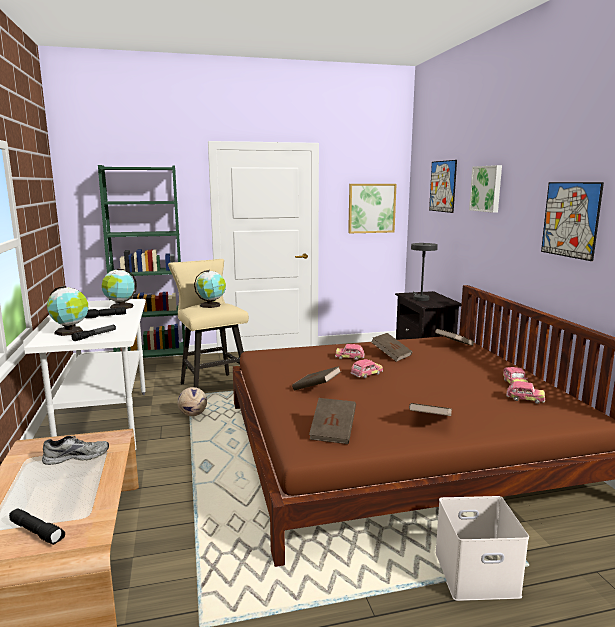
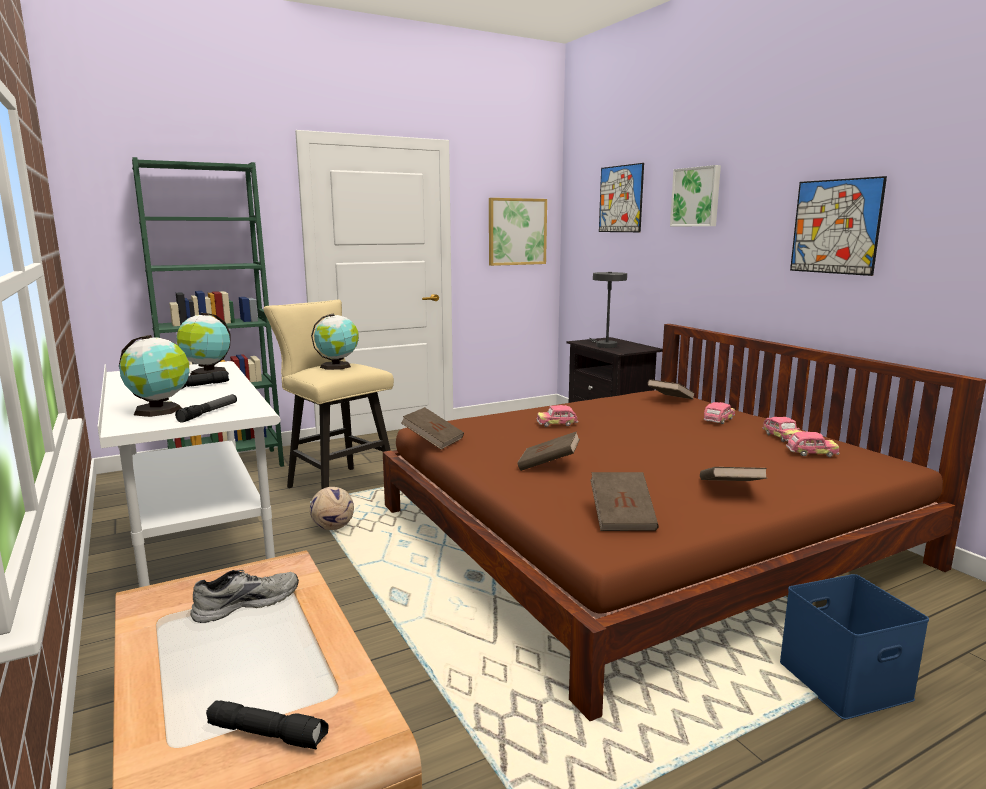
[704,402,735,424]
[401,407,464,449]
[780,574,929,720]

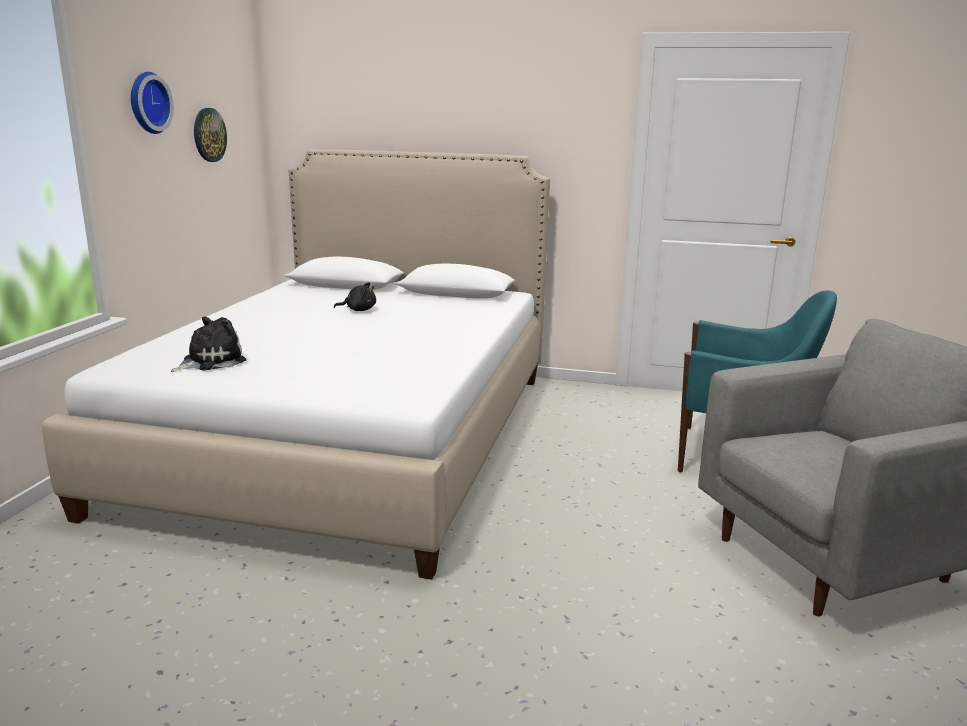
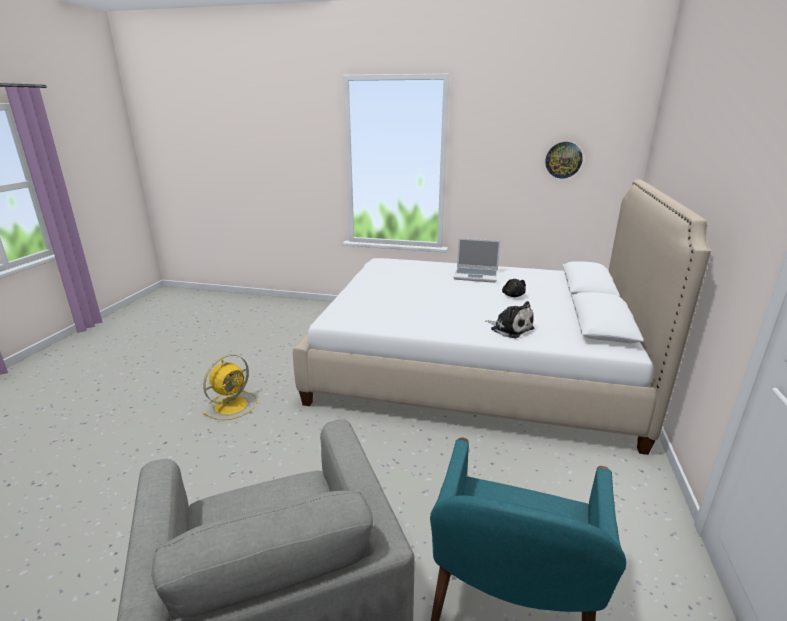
[131,72,174,134] (first image)
[485,301,534,338]
[203,354,257,420]
[453,238,500,283]

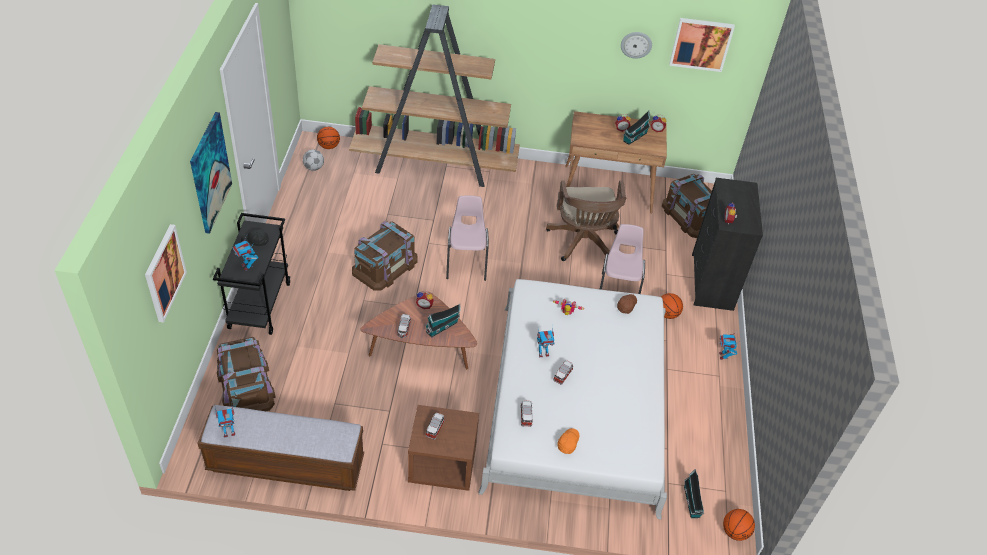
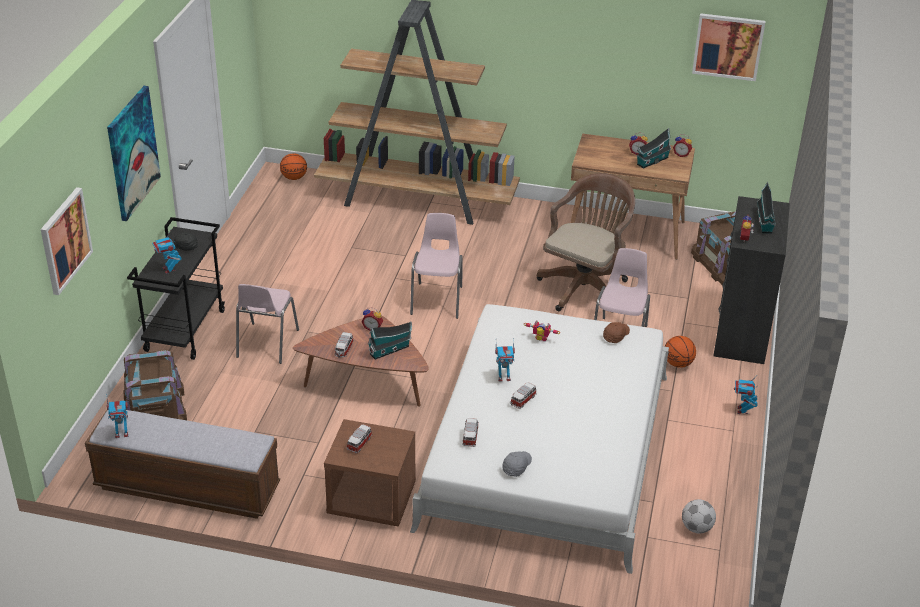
[682,499,716,534]
[352,221,418,291] (first image)
[537,173,635,311]
[503,451,532,477]
[621,32,652,59] (first image)
[757,182,776,234]
[723,509,755,541] (first image)
[236,284,299,364]

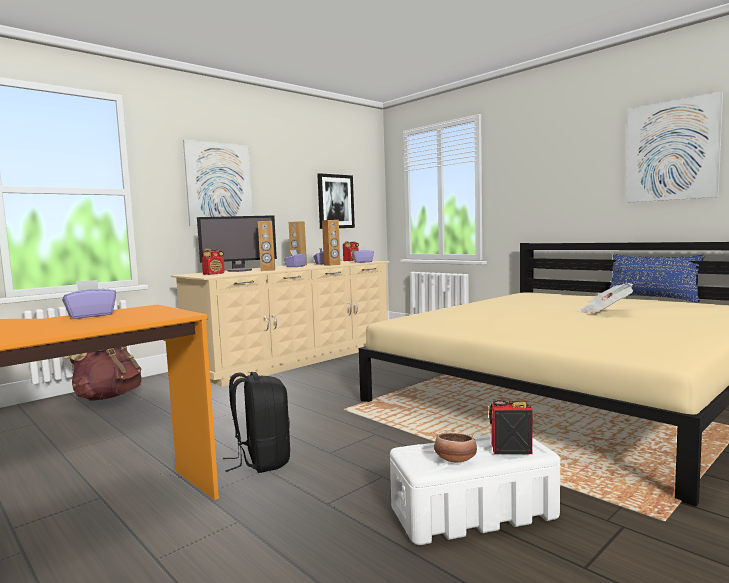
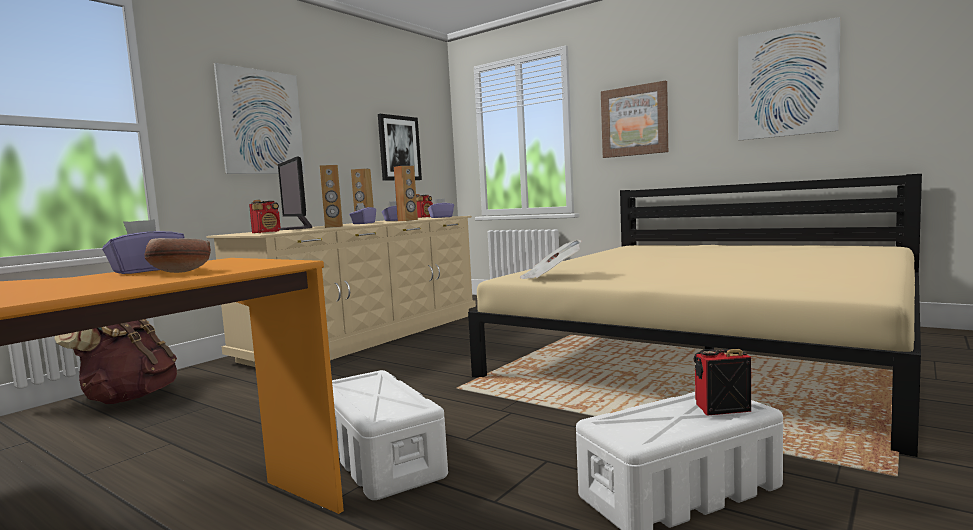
[278,156,312,230]
[332,370,448,500]
[144,238,211,273]
[520,240,582,279]
[609,254,704,302] (first image)
[601,81,668,158]

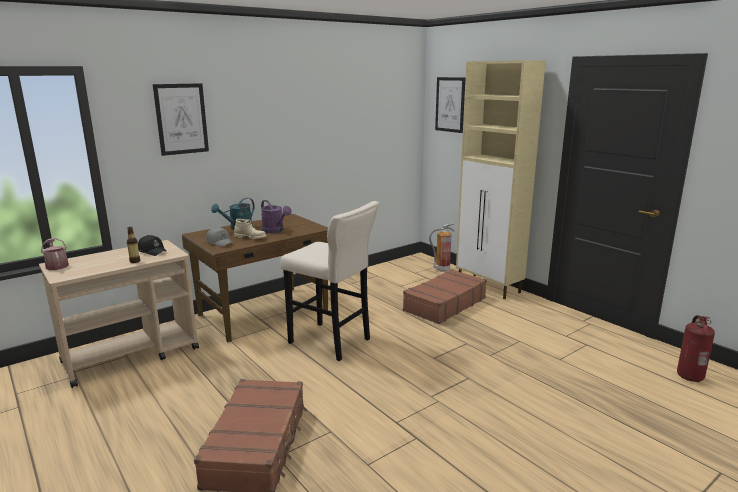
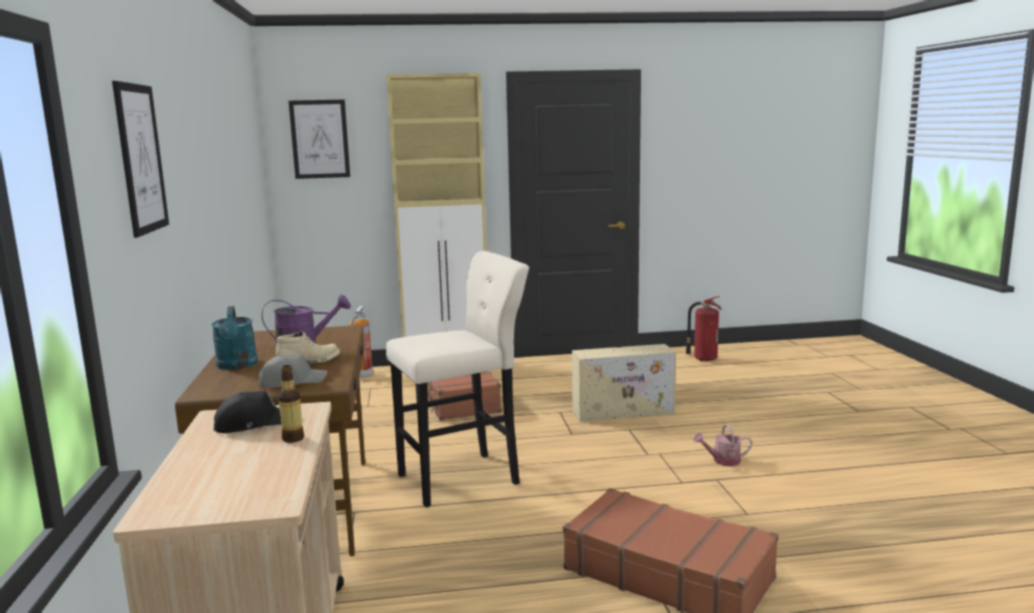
[694,424,752,466]
[572,344,676,422]

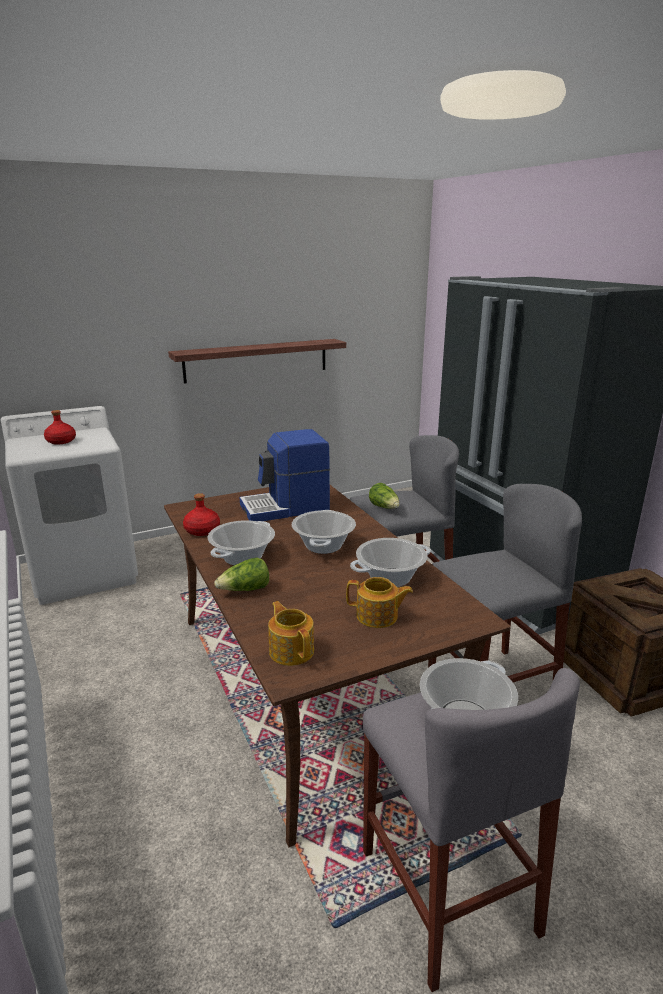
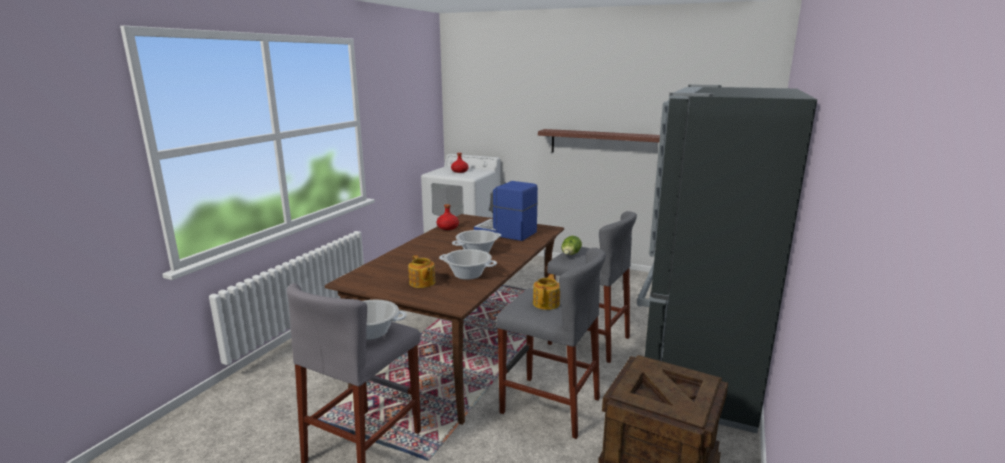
[208,520,275,565] (first image)
[214,558,269,591] (first image)
[533,274,560,310]

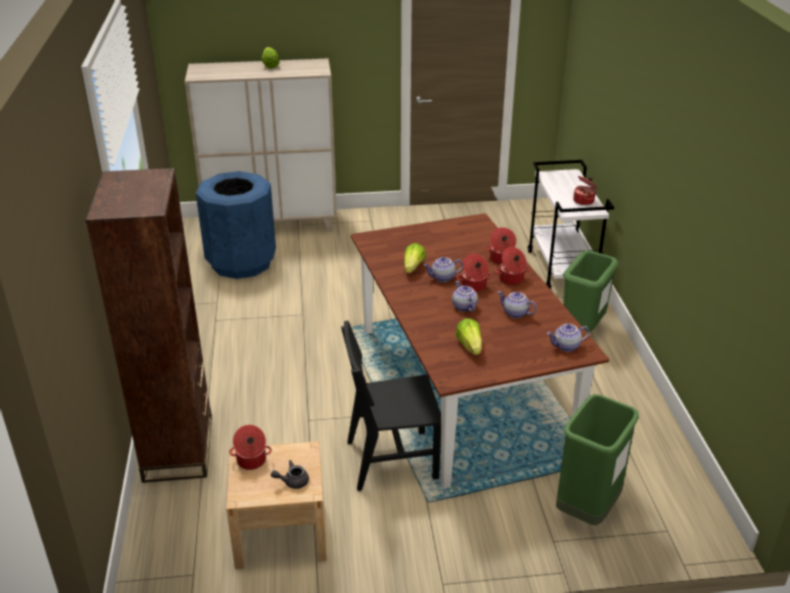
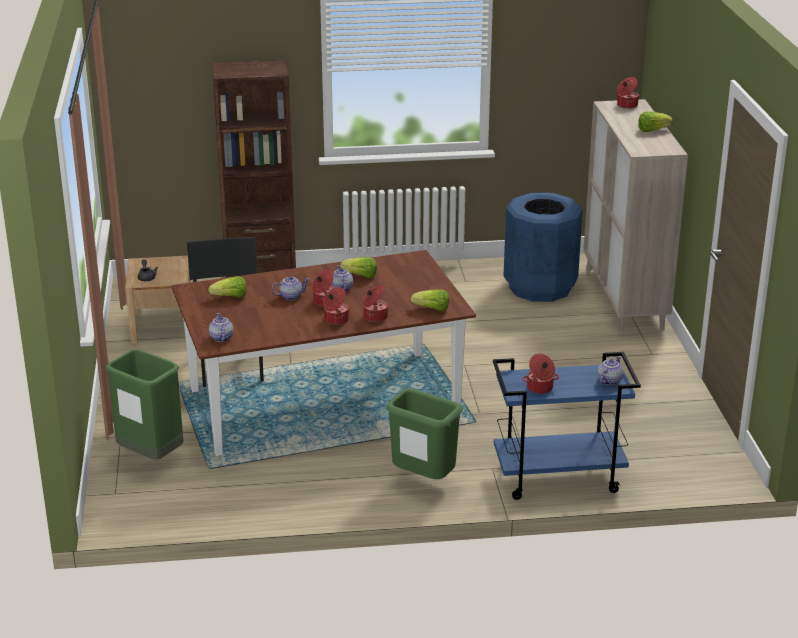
[617,77,639,109]
[597,356,623,385]
[493,352,641,500]
[411,289,449,311]

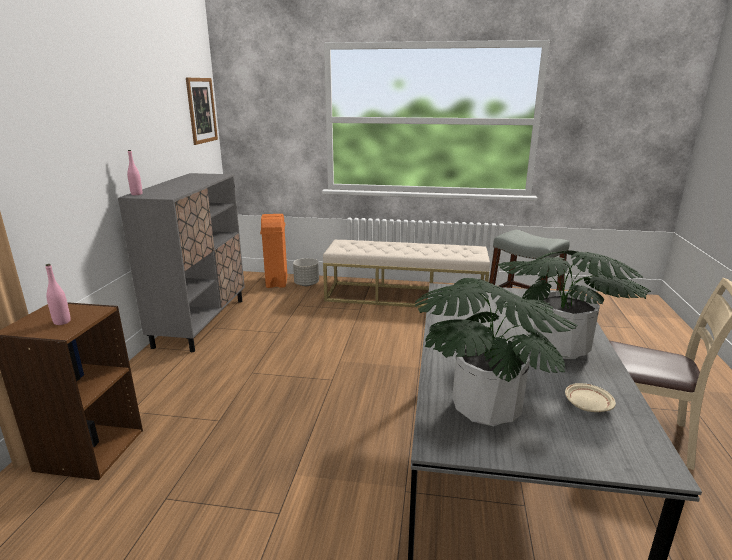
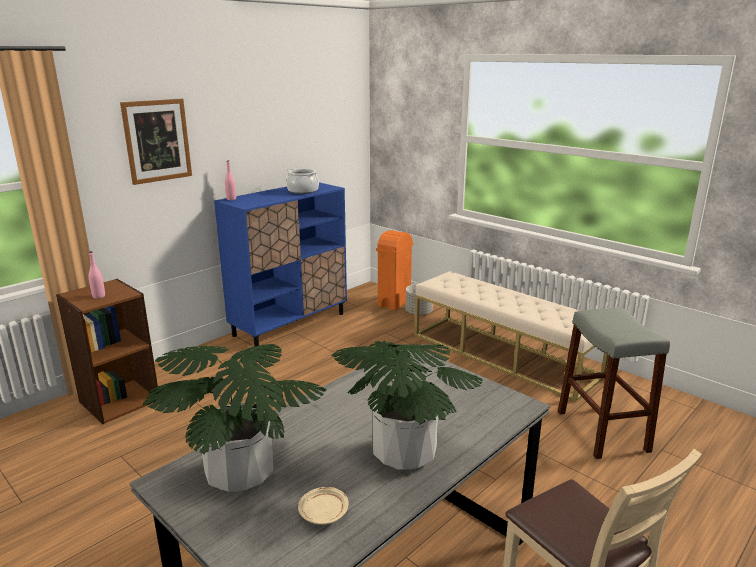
[214,182,347,346]
[120,99,192,185]
[286,169,319,194]

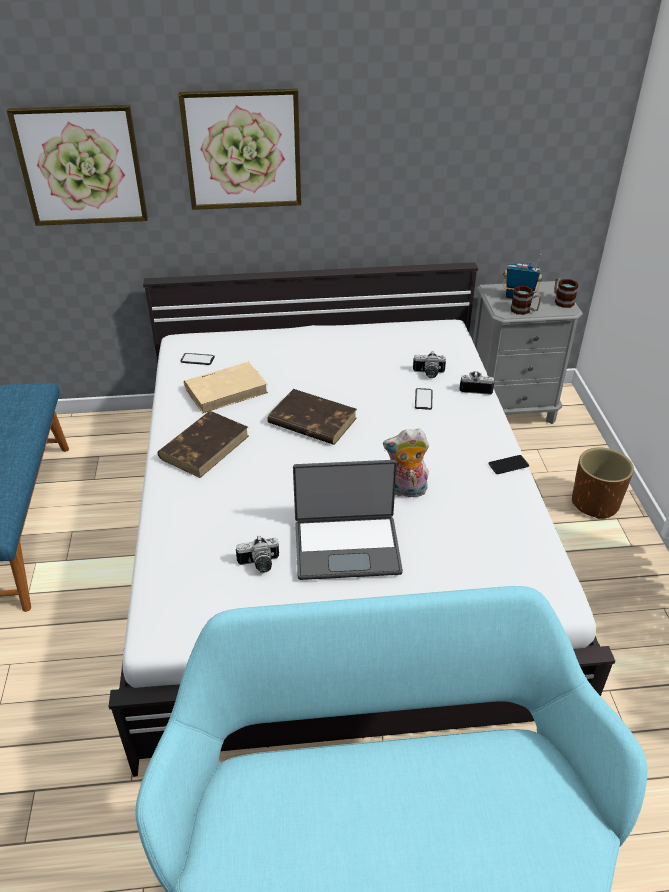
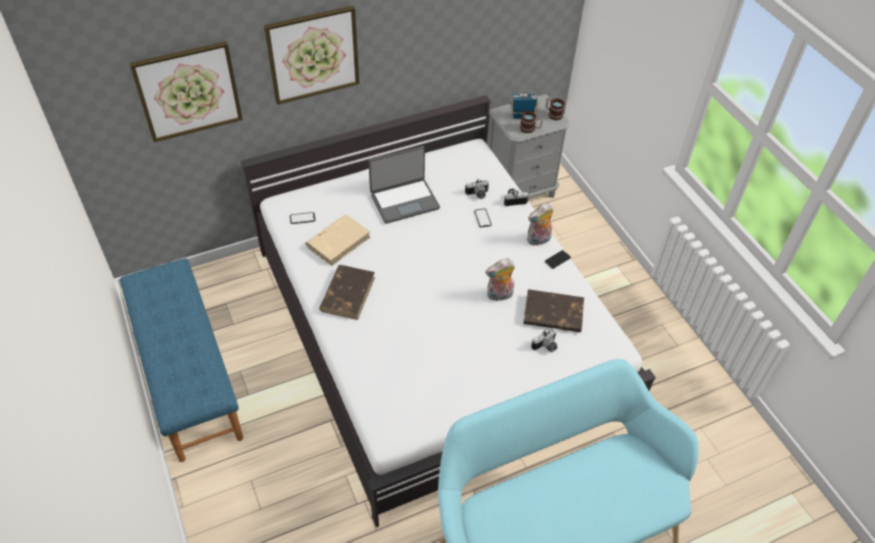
[531,328,558,352]
[523,289,584,332]
[368,146,440,224]
[572,448,634,520] (first image)
[527,202,553,246]

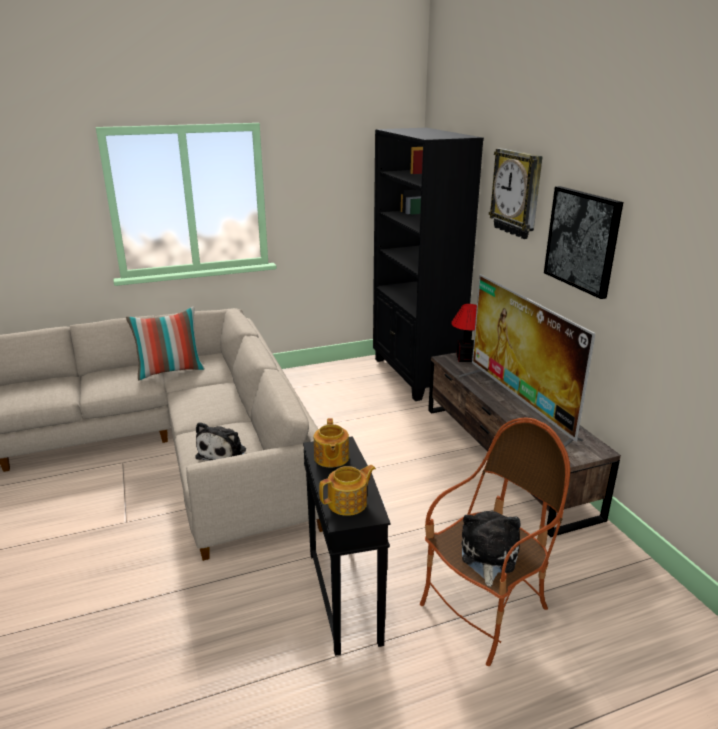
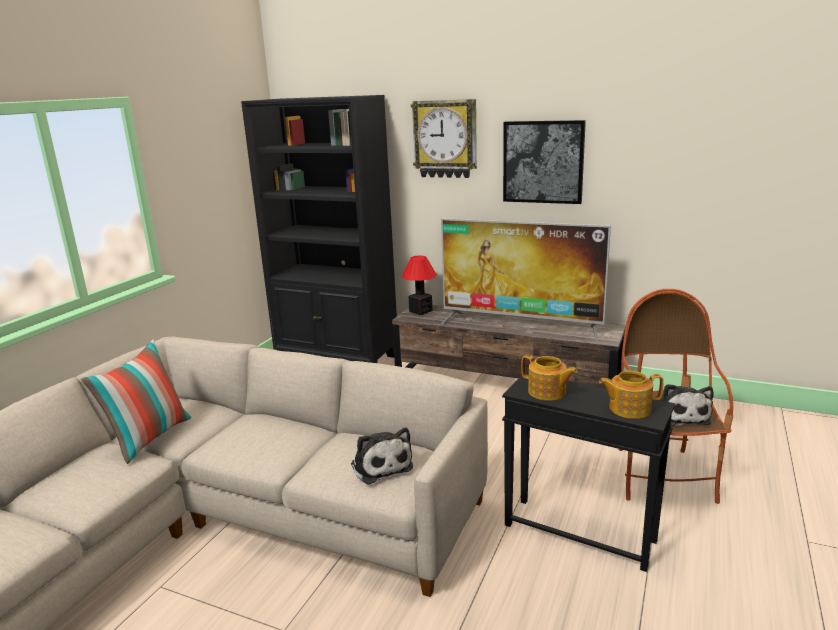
[599,371,664,419]
[660,384,714,426]

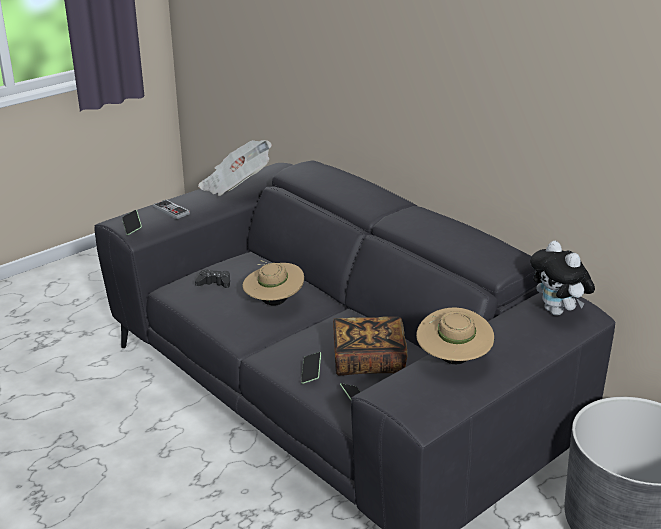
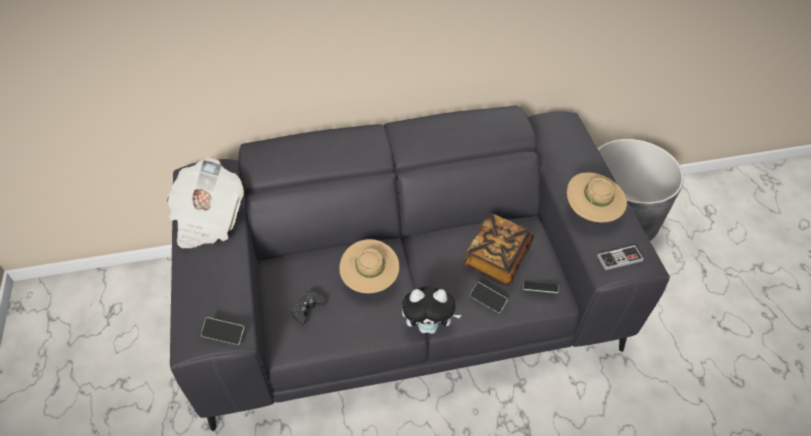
[597,245,644,270]
[402,286,461,334]

